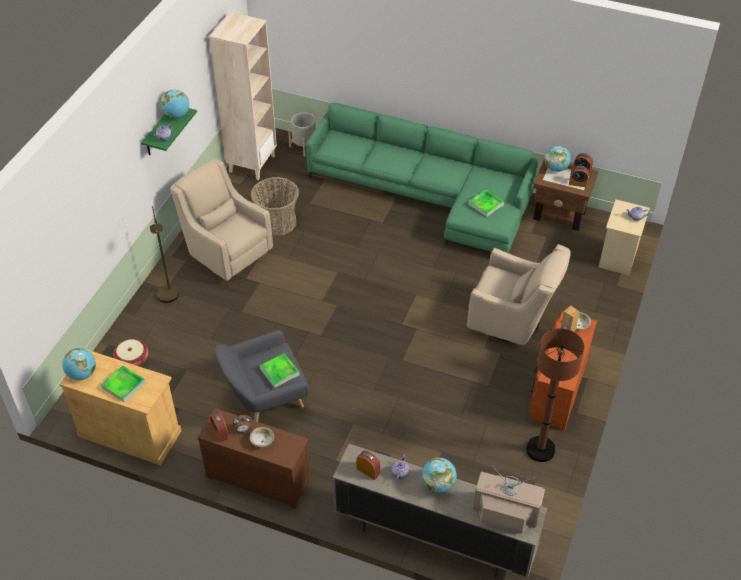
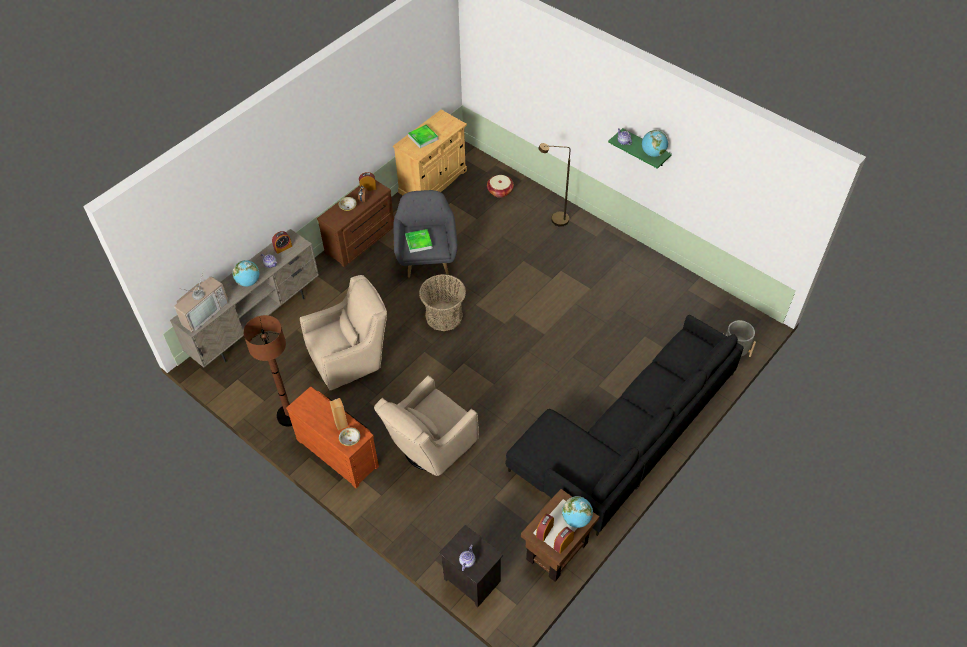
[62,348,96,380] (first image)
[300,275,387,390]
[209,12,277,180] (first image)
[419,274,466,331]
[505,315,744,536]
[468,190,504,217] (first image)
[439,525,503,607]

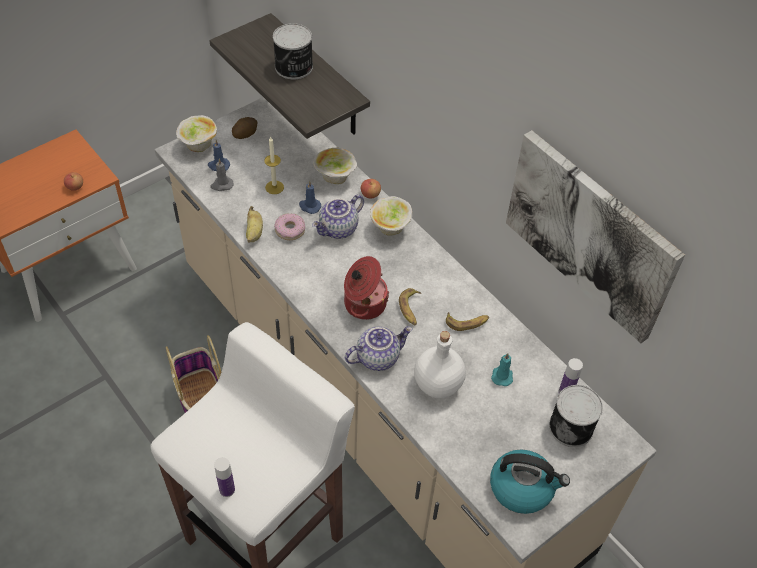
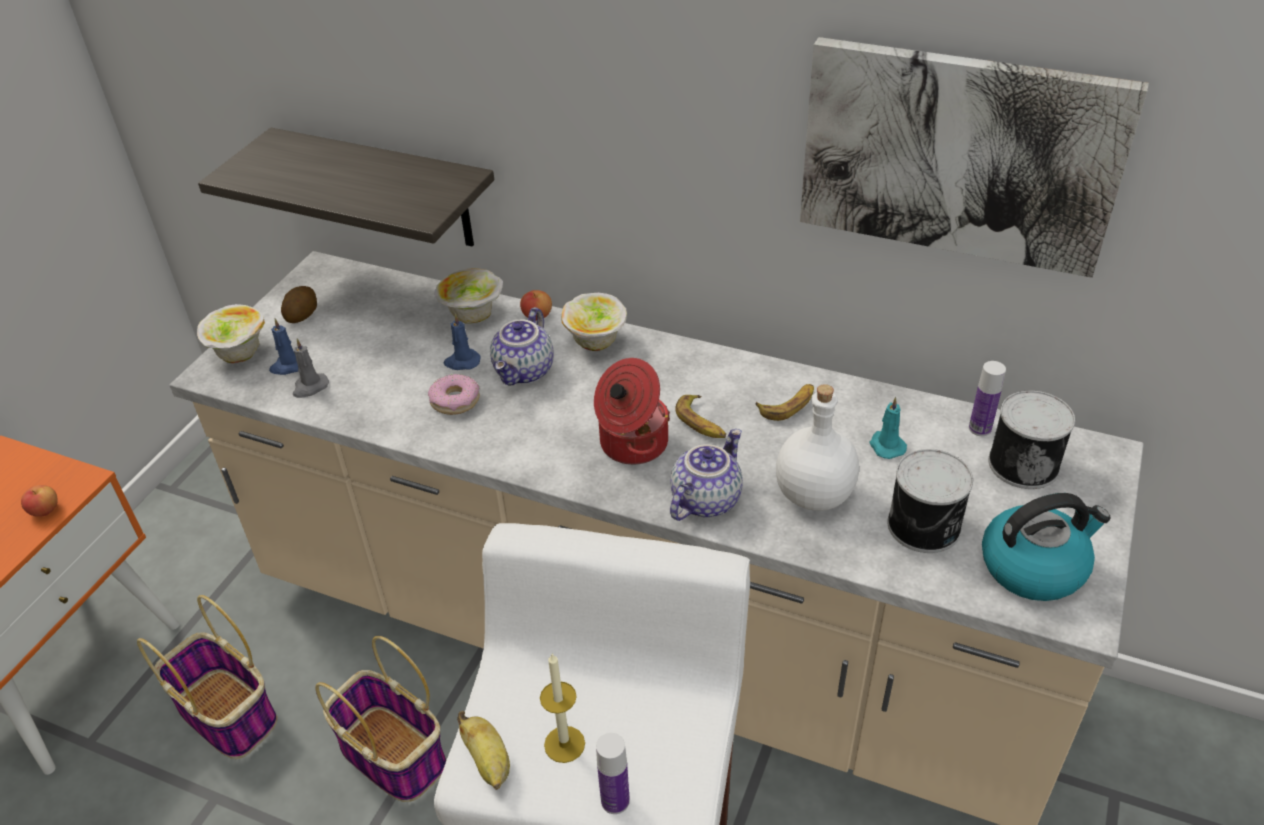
[457,711,510,790]
[540,654,585,763]
[887,449,973,553]
[137,595,277,759]

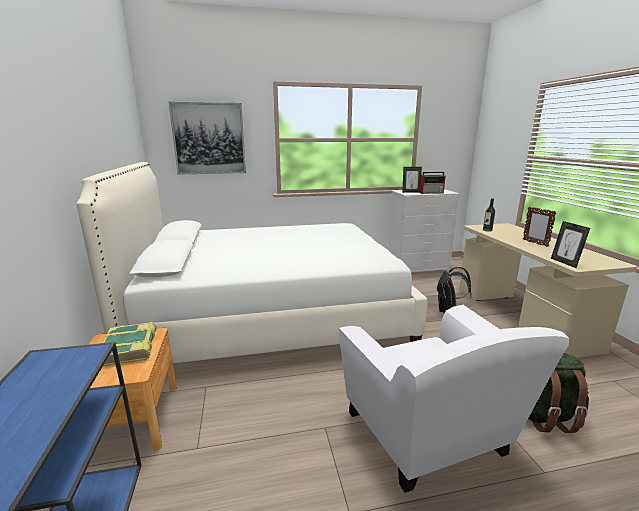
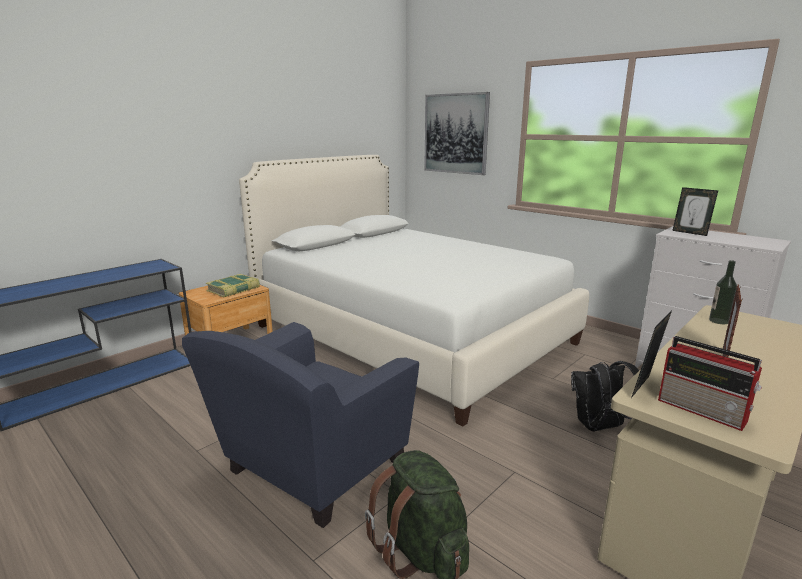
[182,322,419,528]
[658,336,762,431]

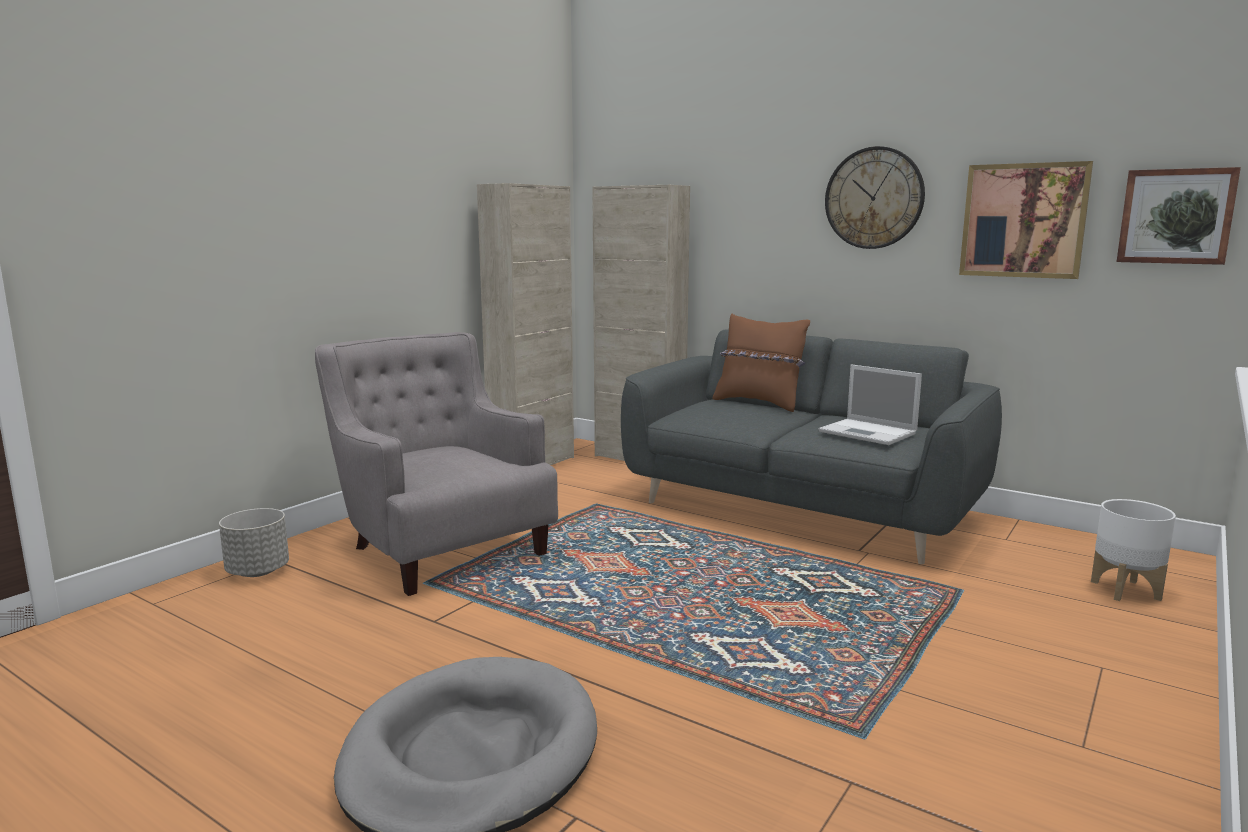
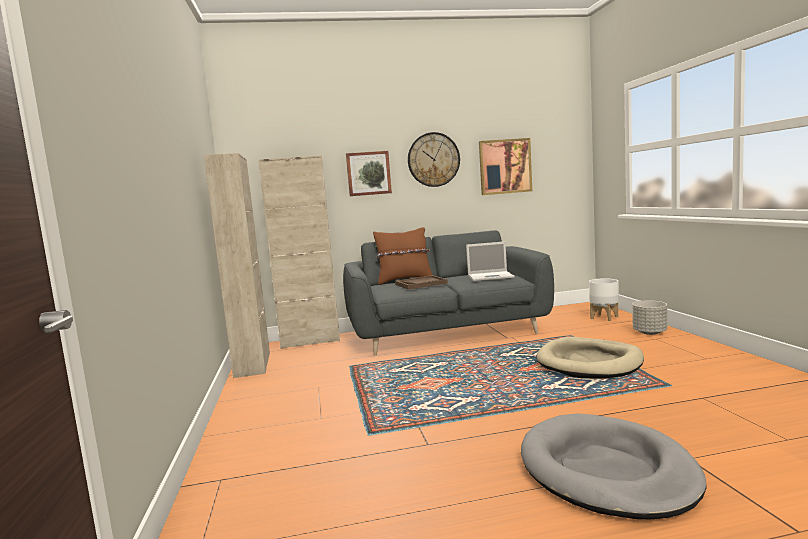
[632,300,667,335]
[315,332,558,596] (first image)
[346,151,392,196]
[395,275,448,290]
[536,337,644,379]

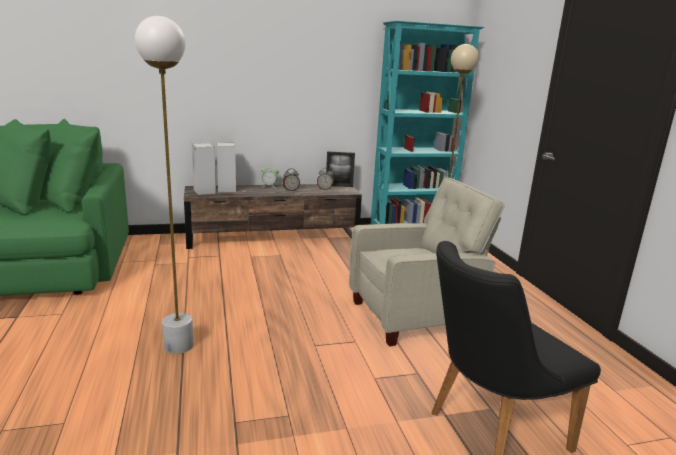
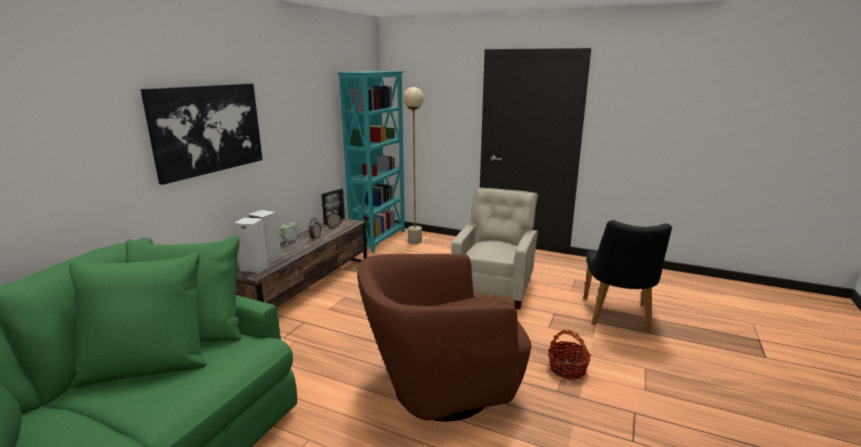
[357,254,532,421]
[141,83,262,185]
[548,330,591,380]

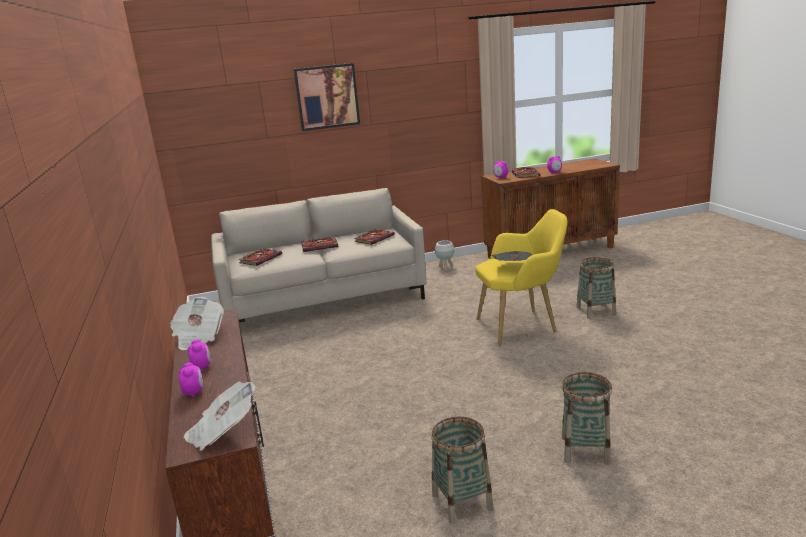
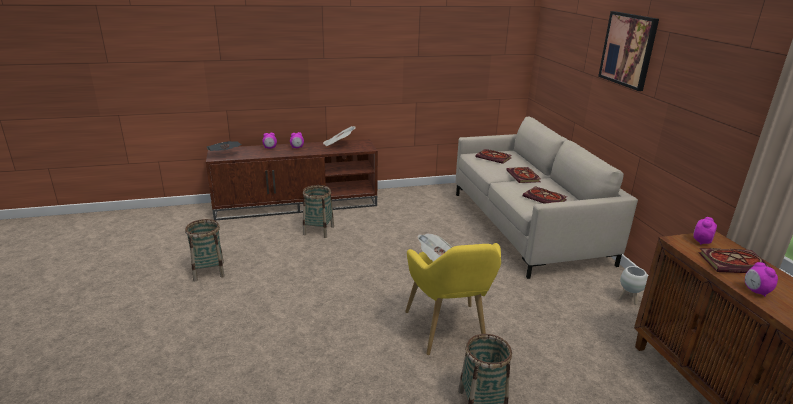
[303,185,334,238]

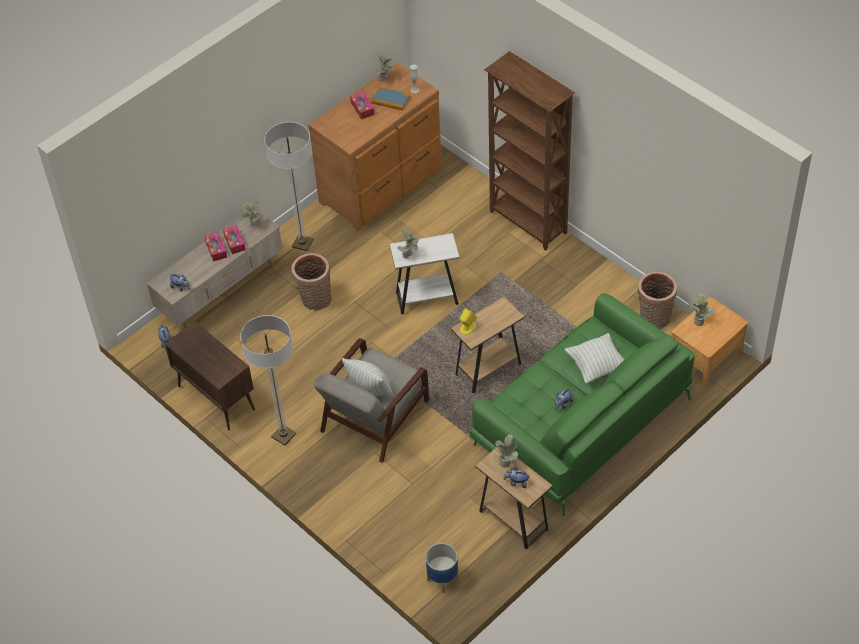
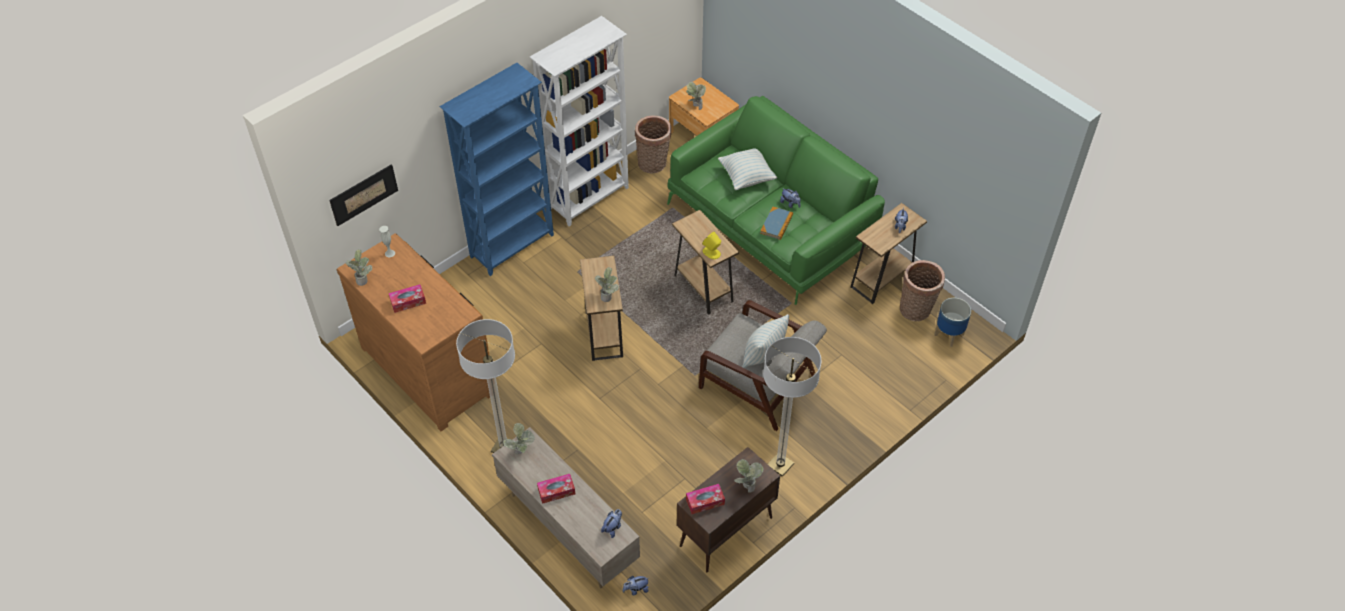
[686,484,725,514]
[900,260,945,321]
[760,207,793,240]
[580,256,623,361]
[439,63,554,276]
[734,459,764,492]
[329,164,398,226]
[530,16,629,226]

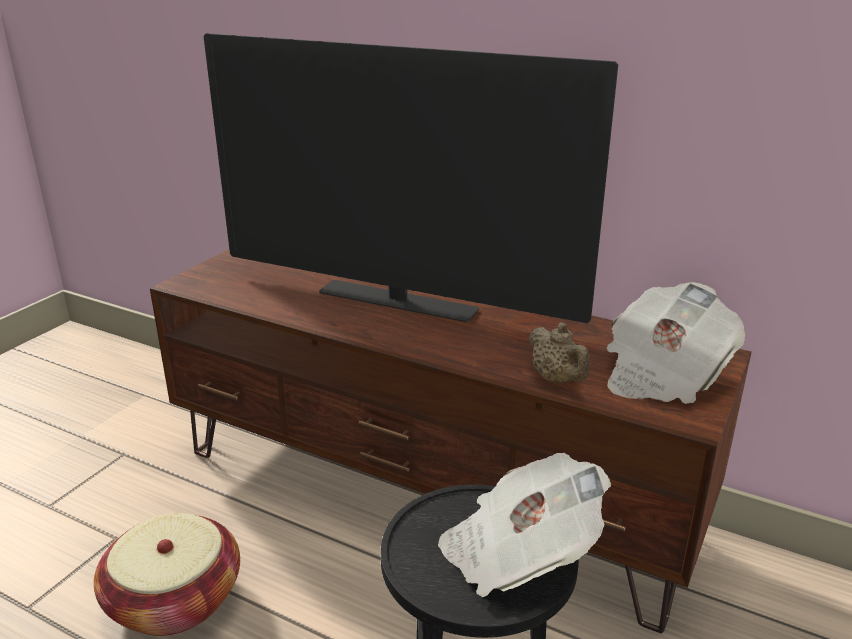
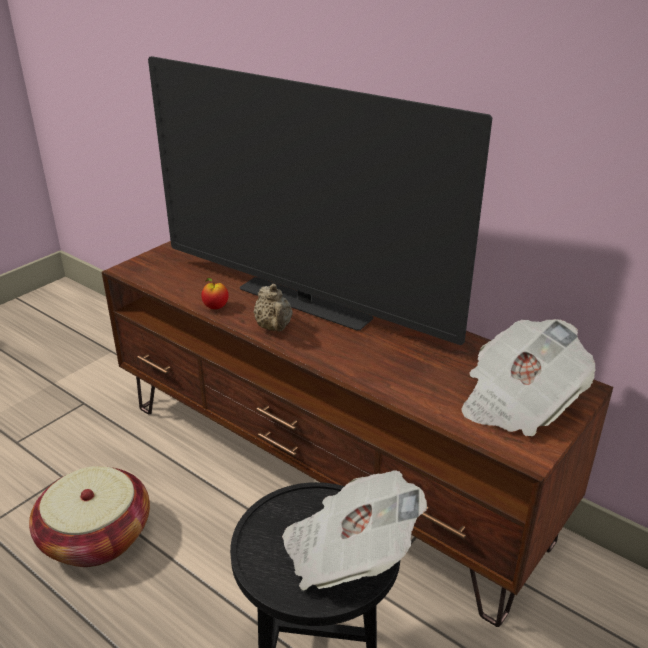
[253,284,293,332]
[201,278,228,309]

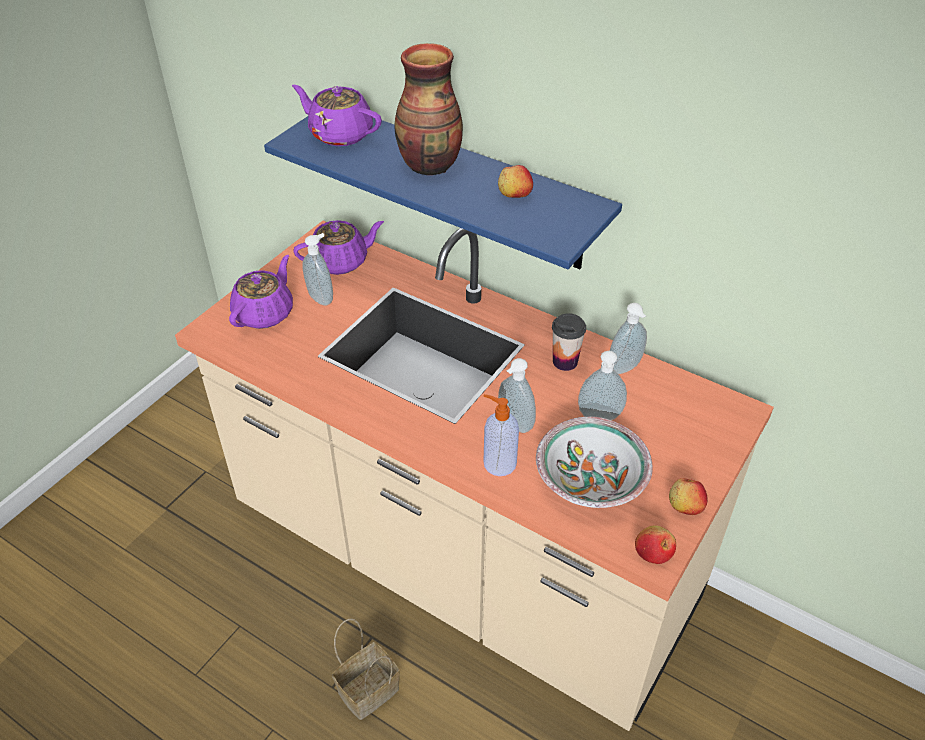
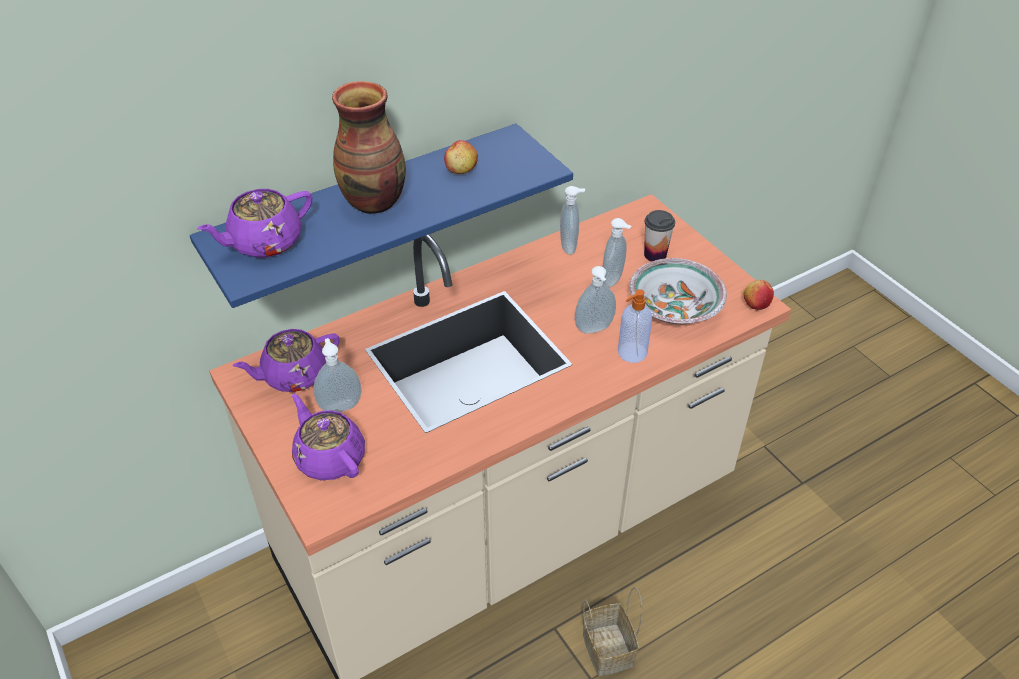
[232,329,340,392]
[644,210,675,262]
[669,478,708,515] (first image)

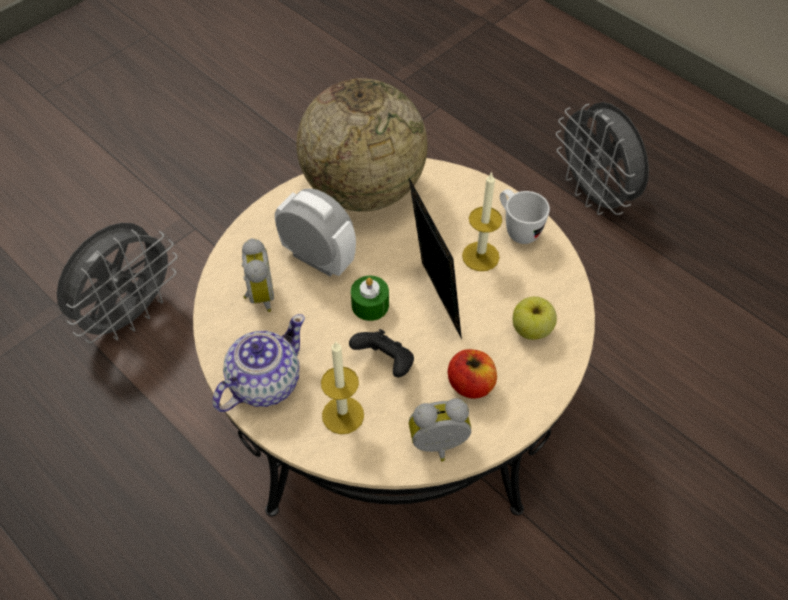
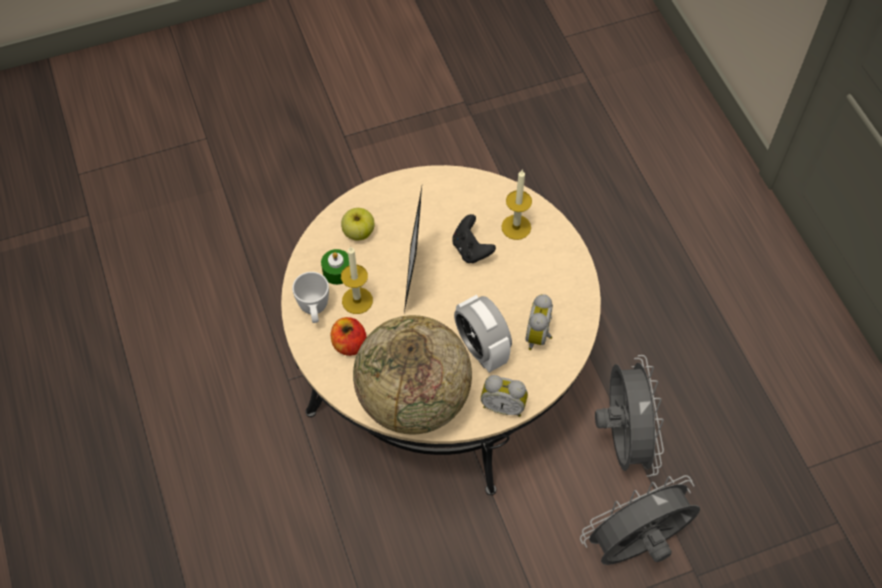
[212,314,305,412] (first image)
[321,249,349,285]
[481,375,528,417]
[330,317,367,356]
[595,355,664,477]

